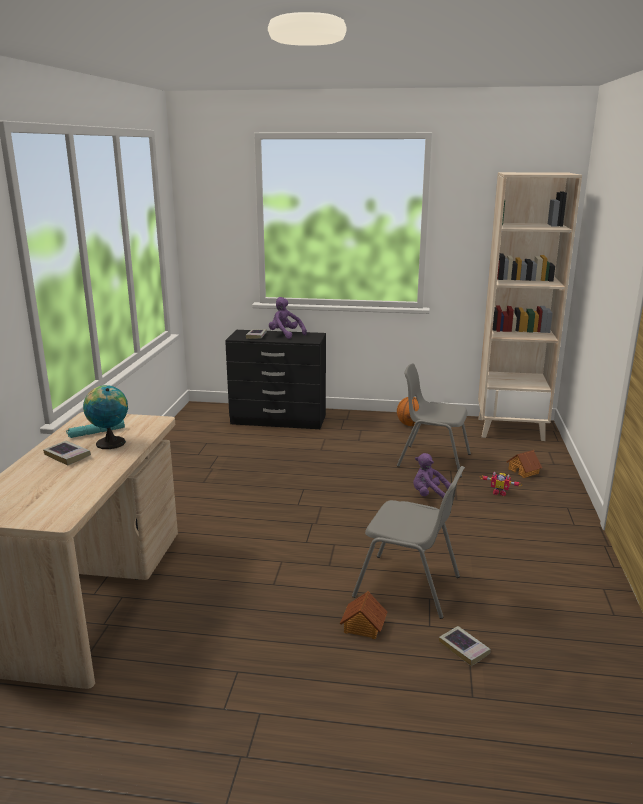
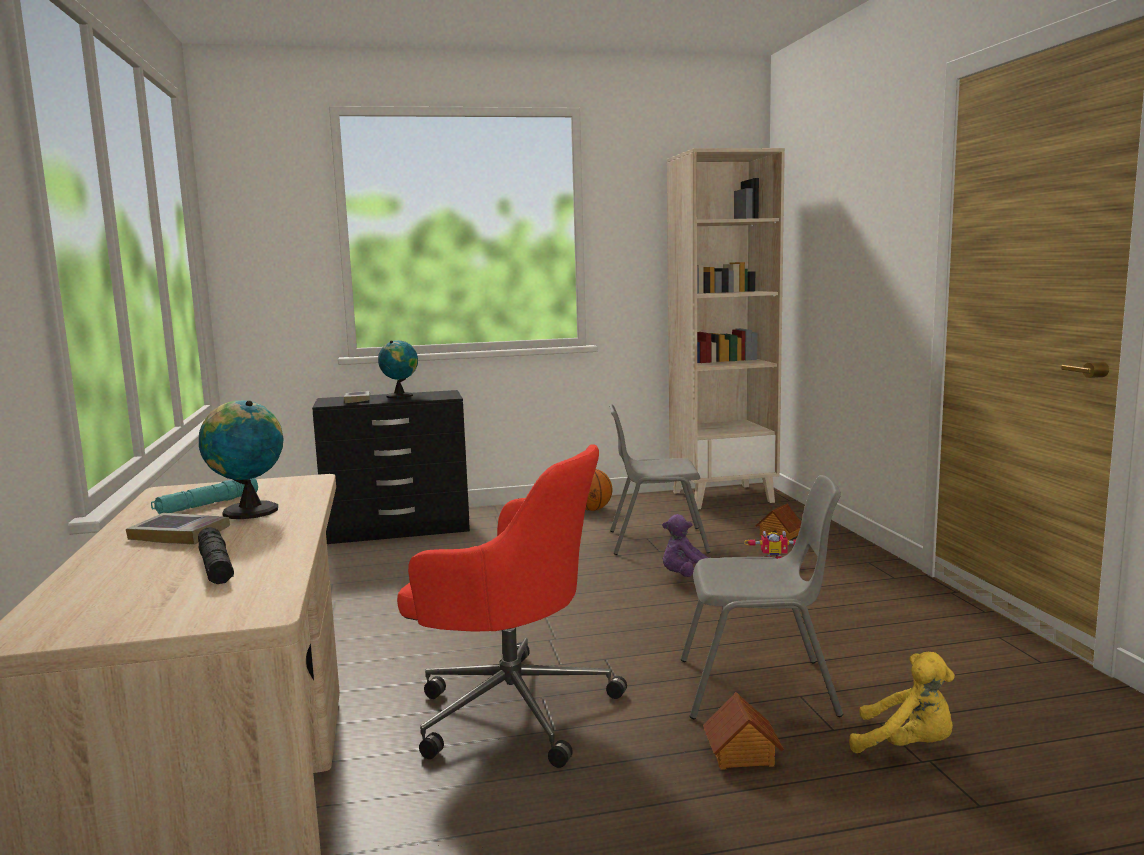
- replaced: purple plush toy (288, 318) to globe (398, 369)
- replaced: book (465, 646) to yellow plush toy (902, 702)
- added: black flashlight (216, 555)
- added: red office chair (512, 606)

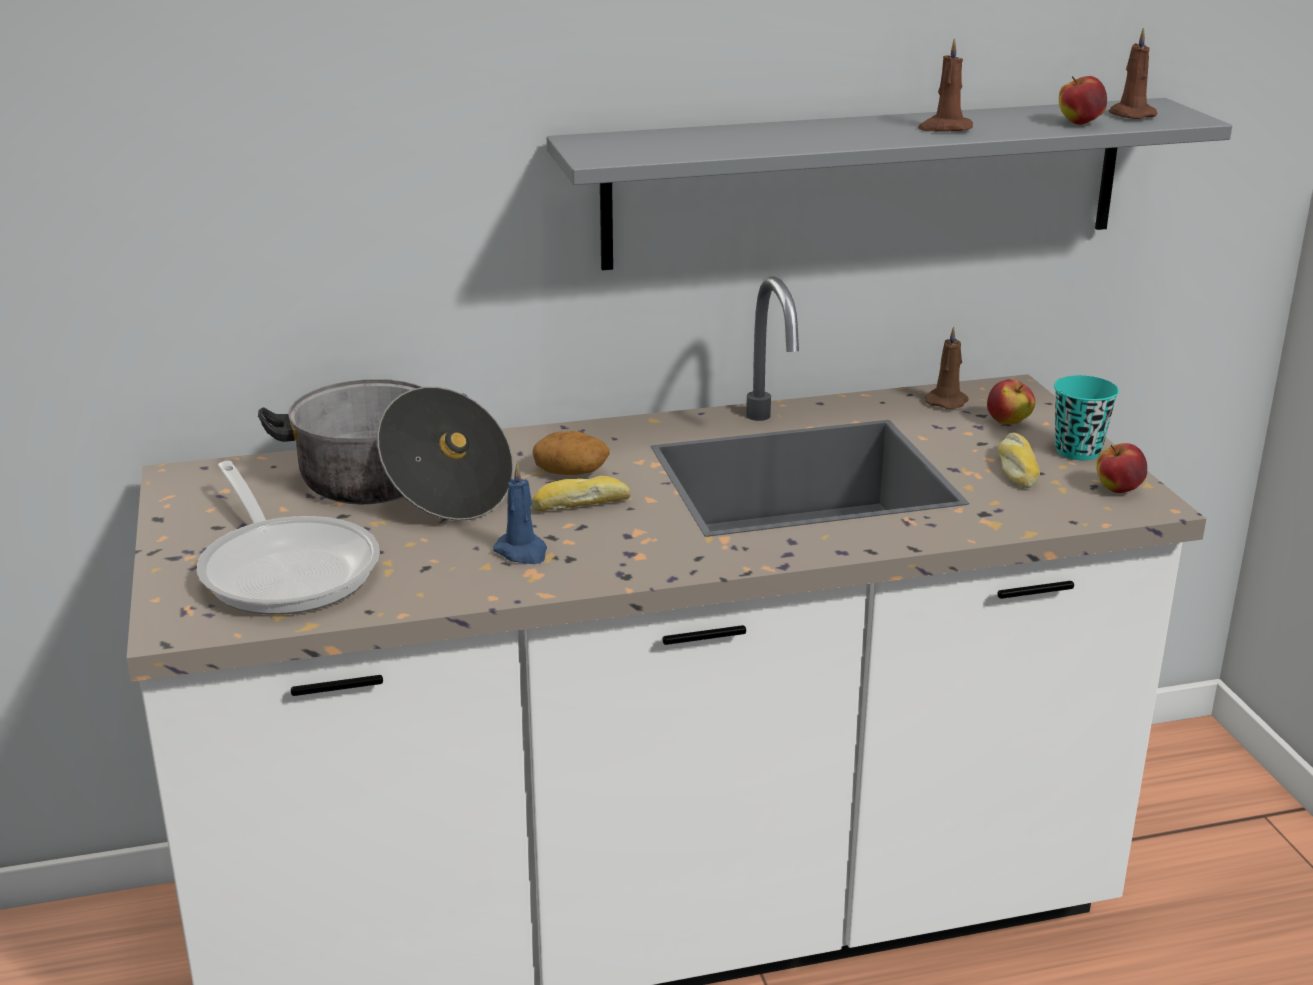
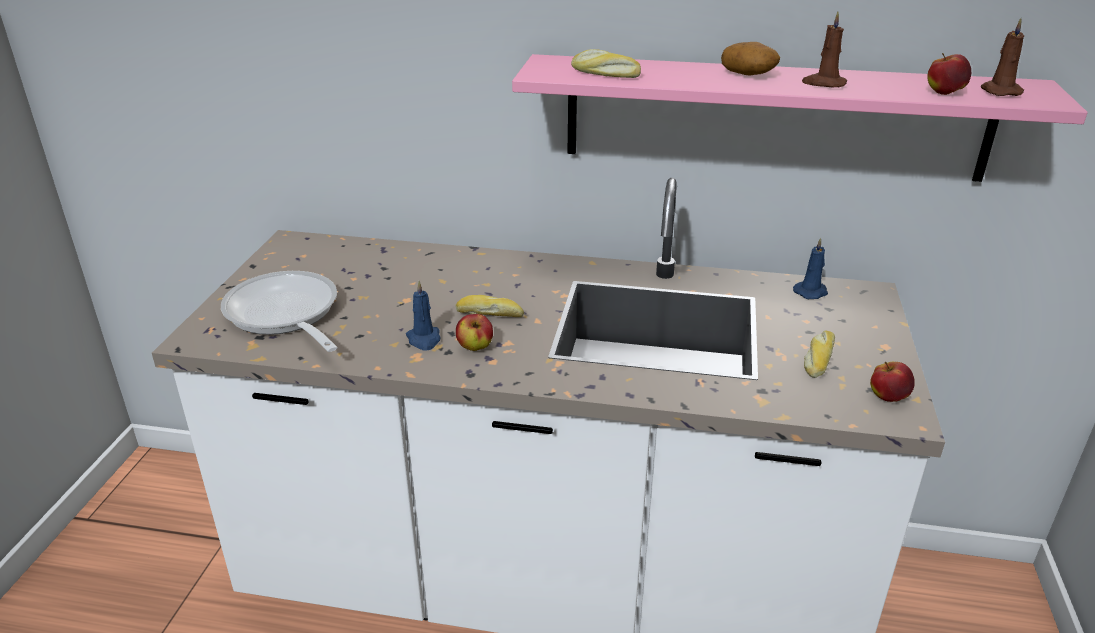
- turned: frying pan (288, 538) = (279, 311) 150 degrees clockwise
- removed: cooking pot (386, 450)
- moved: potato (571, 453) to (750, 58)
- recoloured: grey shelf (889, 184) to pink shelf (800, 118)
- recoloured: brown candle (946, 367) to blue candle (810, 268)
- moved: apple (1011, 402) to (474, 332)
- removed: turquoise cup (1086, 417)
- added: bread (606, 63)

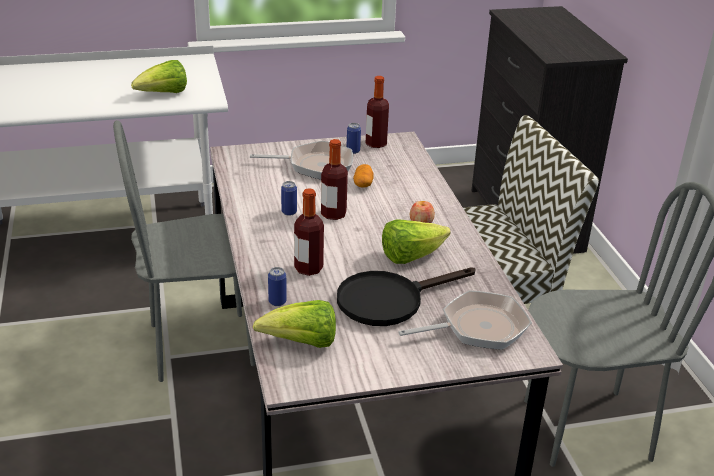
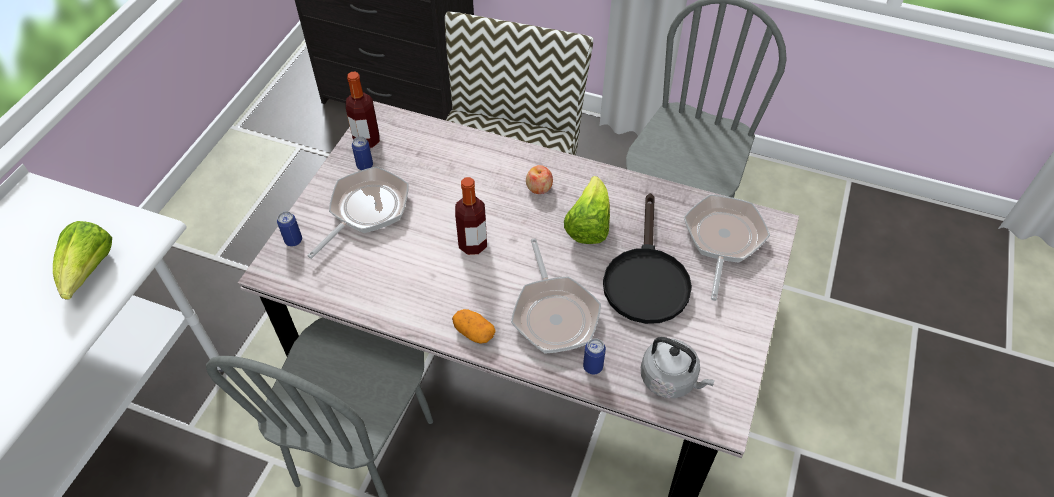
- replaced: lettuce (294, 324) to grey kettle (678, 367)
- moved: can (289, 198) to (289, 228)
- replaced: bottle (309, 232) to frying pan (556, 296)
- moved: potato (363, 176) to (474, 326)

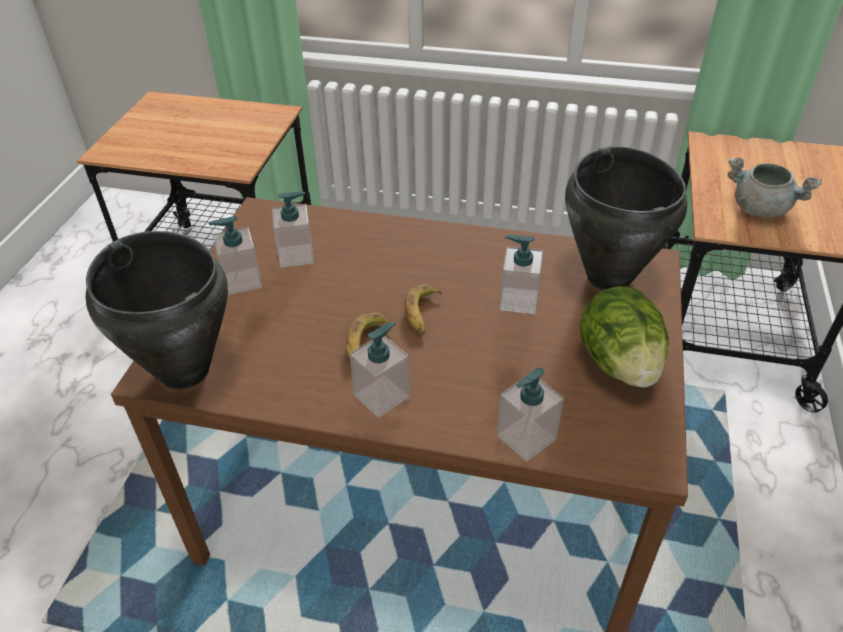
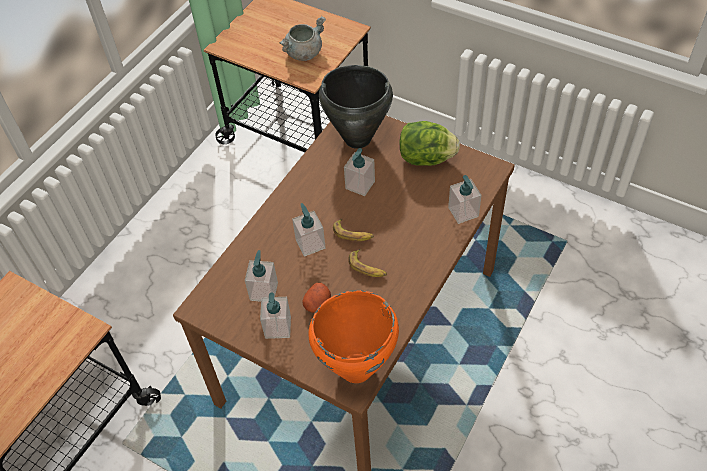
- recoloured: black cooking pot (157, 310) to orange cooking pot (353, 336)
- moved: soap dispenser (379, 369) to (309, 229)
- added: potato (316, 298)

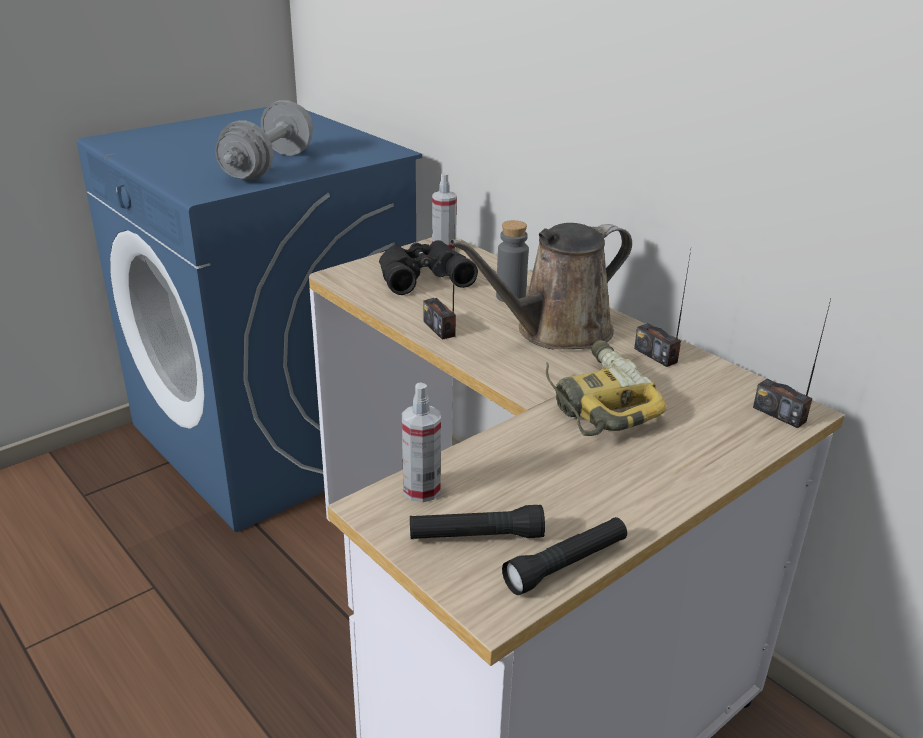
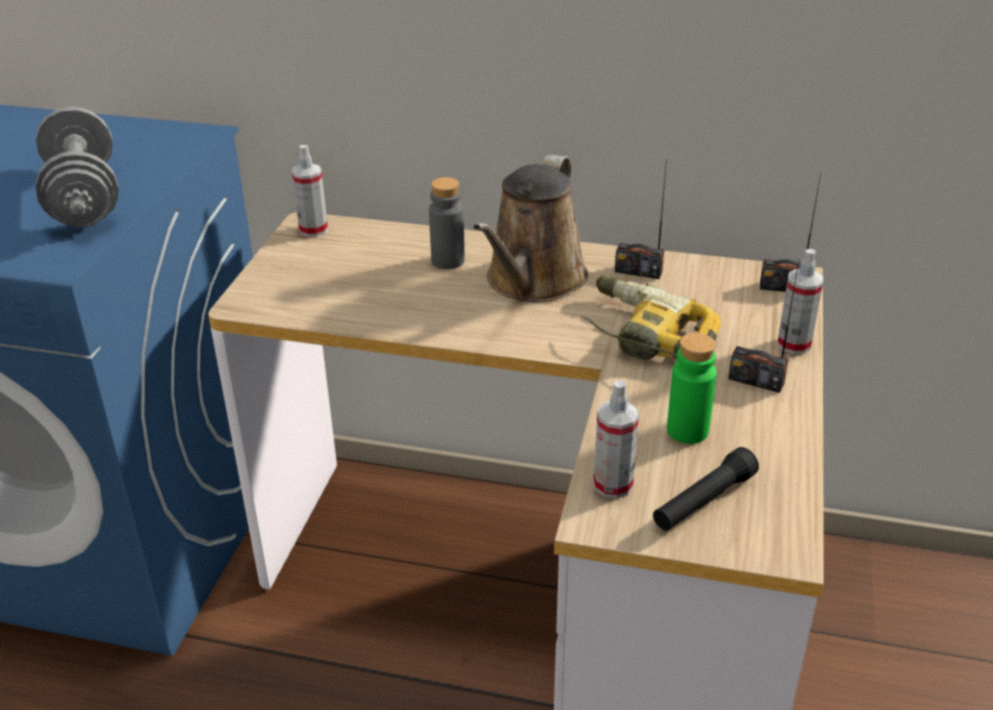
- removed: black binoculars (428, 267)
- moved: radio (439, 282) to (763, 326)
- removed: black flashlight (564, 556)
- added: green bottle (691, 388)
- added: spray bottle (800, 301)

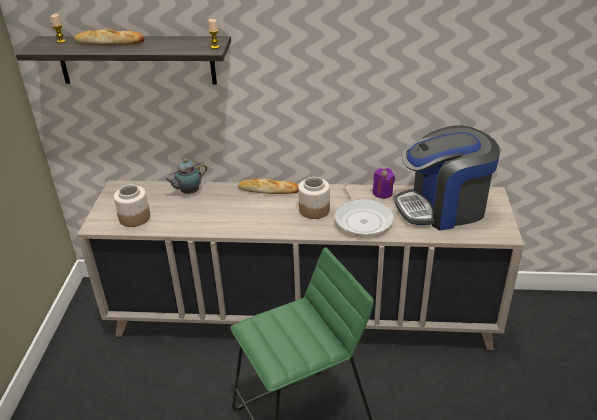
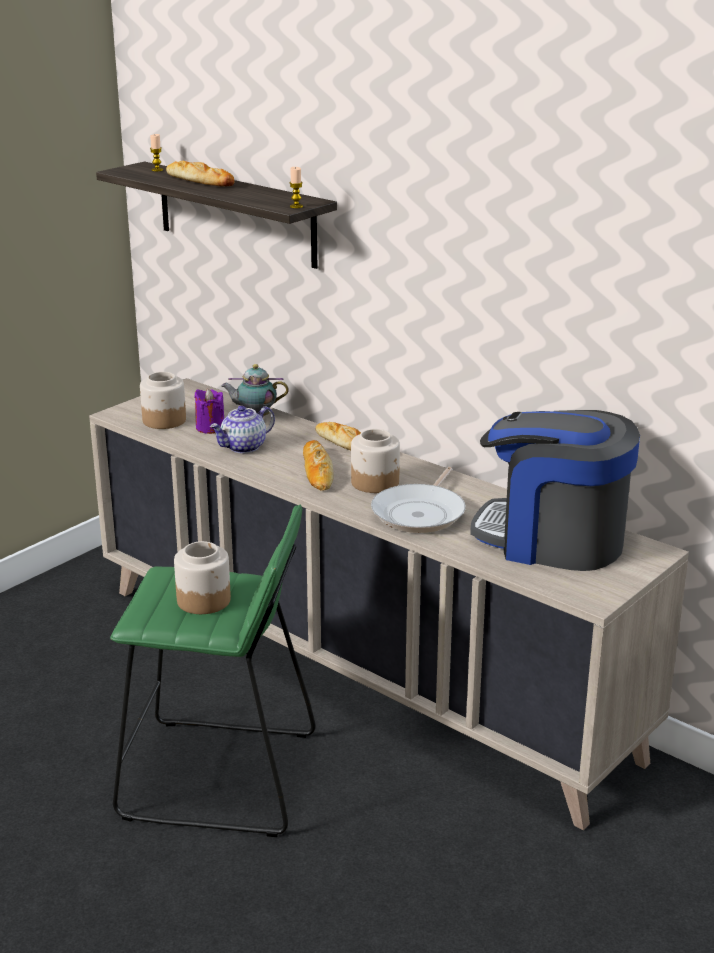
- moved: purple candle (383, 183) to (209, 411)
- added: jar (202, 577)
- added: teapot (242, 429)
- added: bread (318, 465)

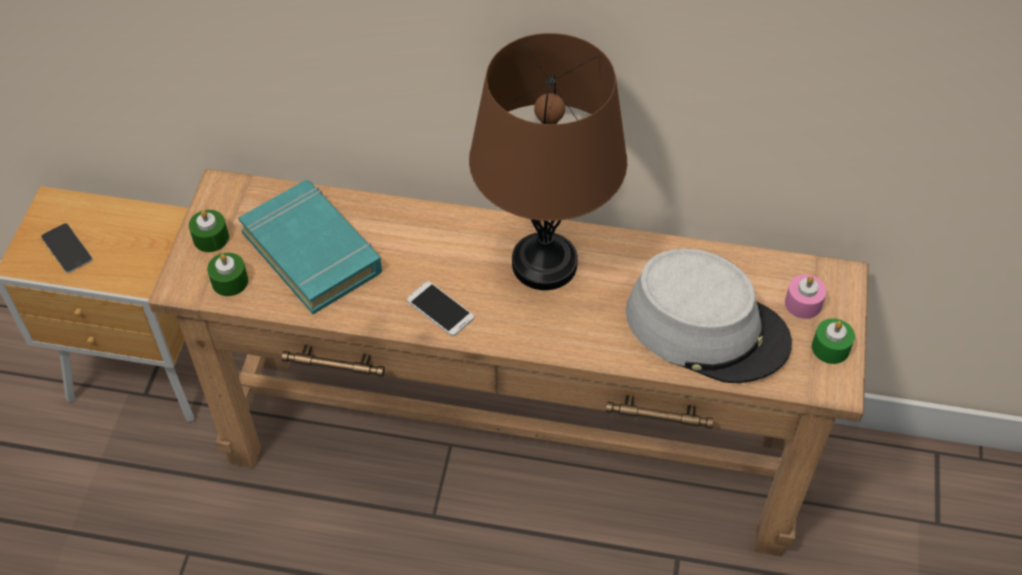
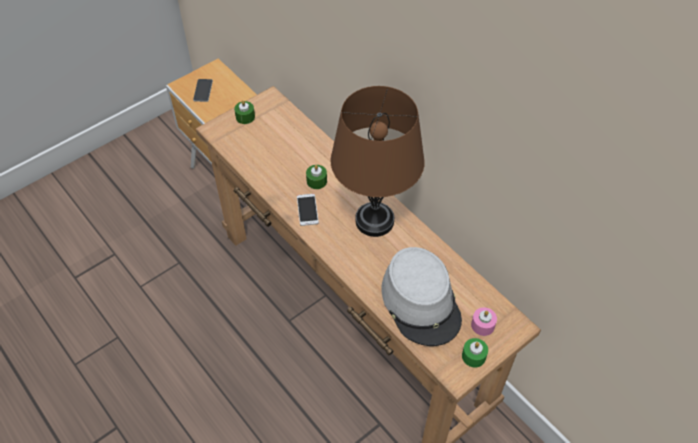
- moved: green candle (227, 274) to (316, 177)
- removed: turquoise book (310, 247)

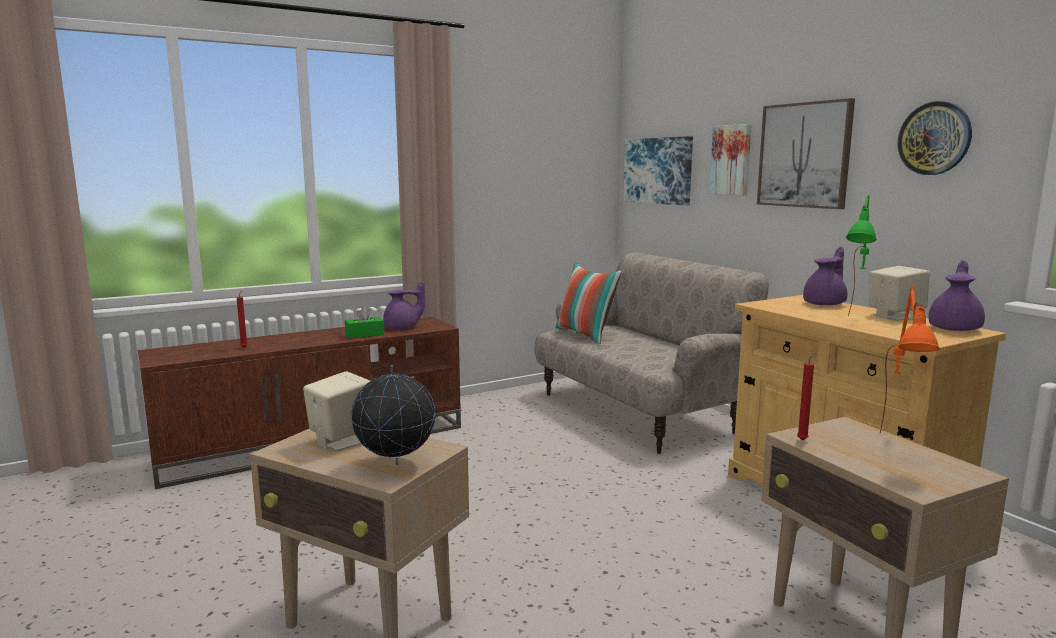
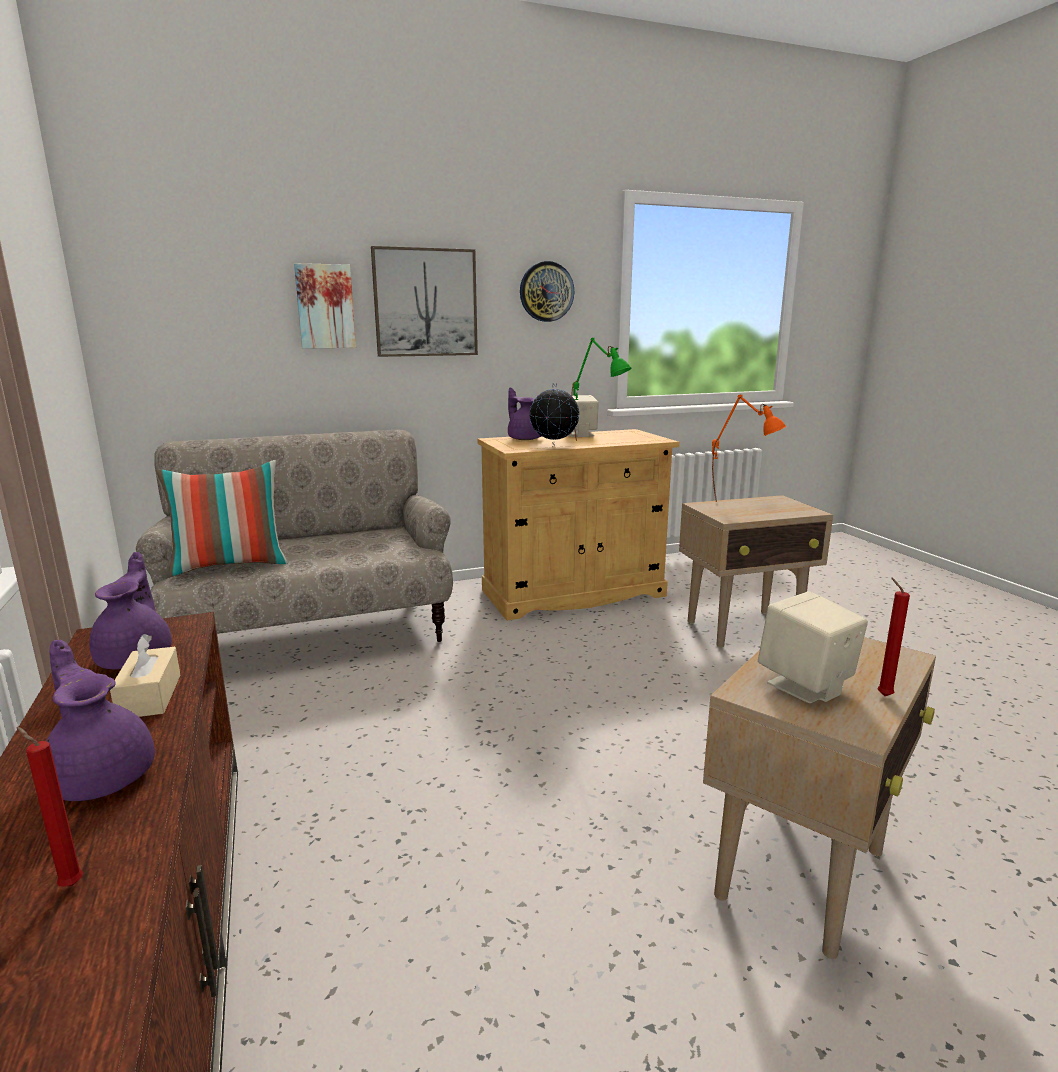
- recoloured: green tissue box (364, 322) to beige tissue box (145, 675)
- moved: globe (393, 415) to (554, 414)
- removed: picture (658, 171)
- moved: red candle (805, 397) to (893, 637)
- moved: purple teapot (956, 295) to (100, 720)

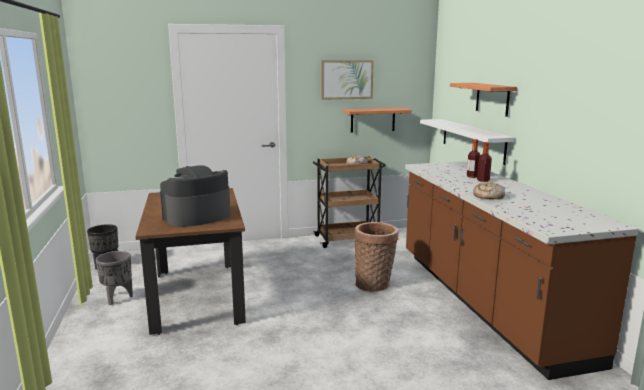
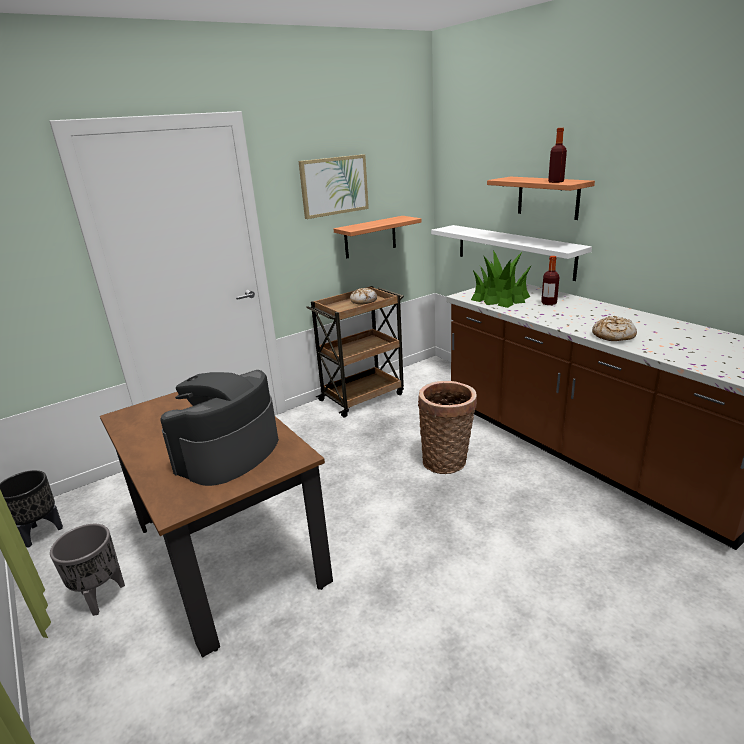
- moved: bottle (484, 162) to (557, 155)
- added: potted plant (501, 279)

